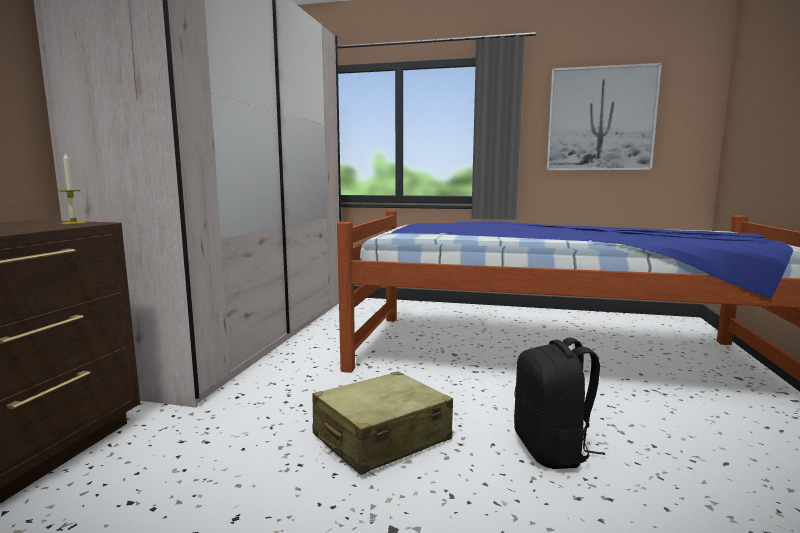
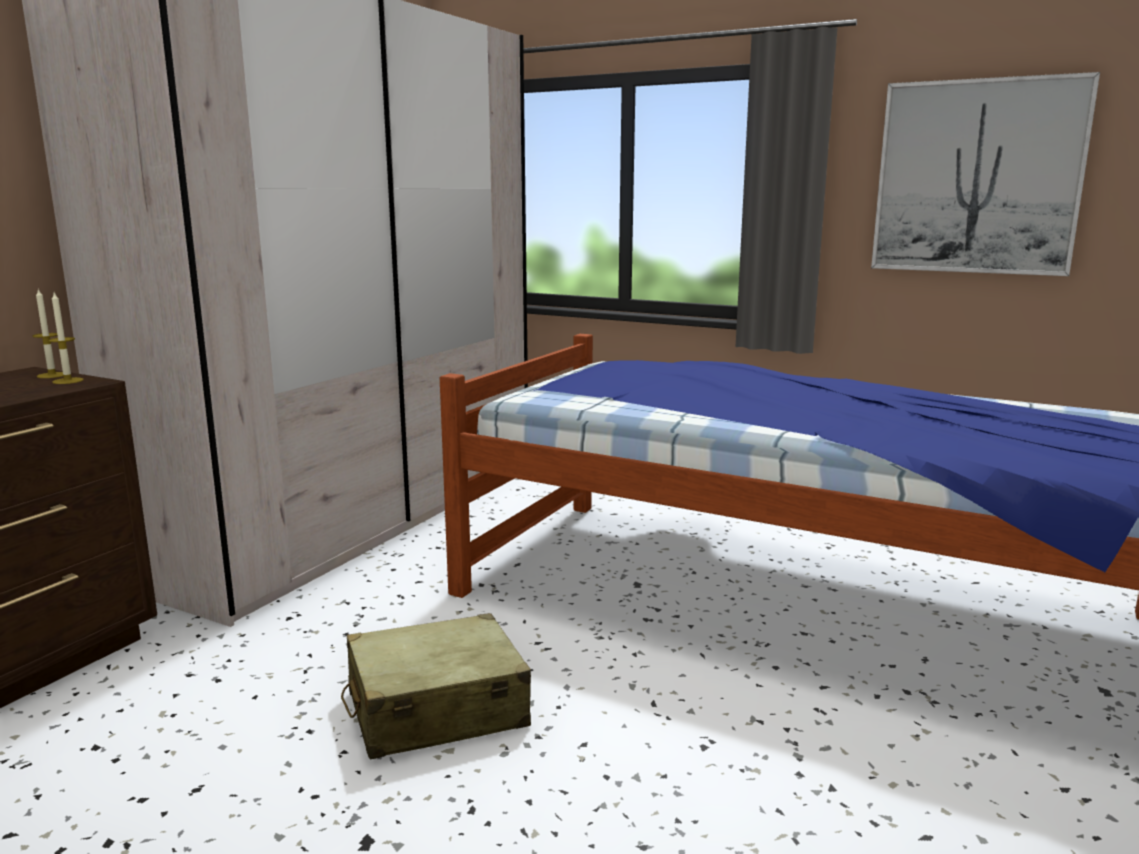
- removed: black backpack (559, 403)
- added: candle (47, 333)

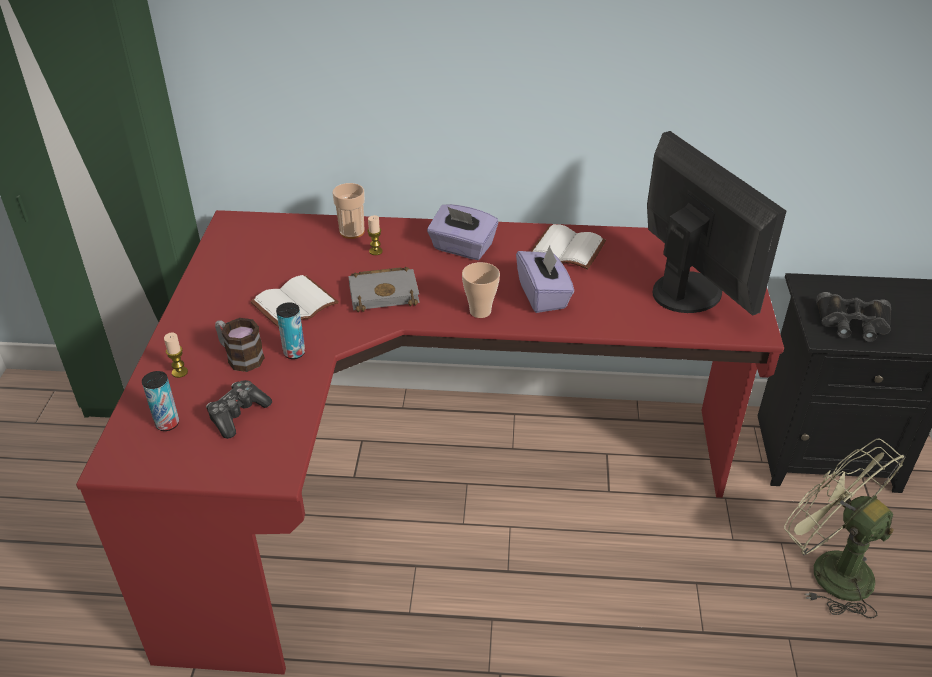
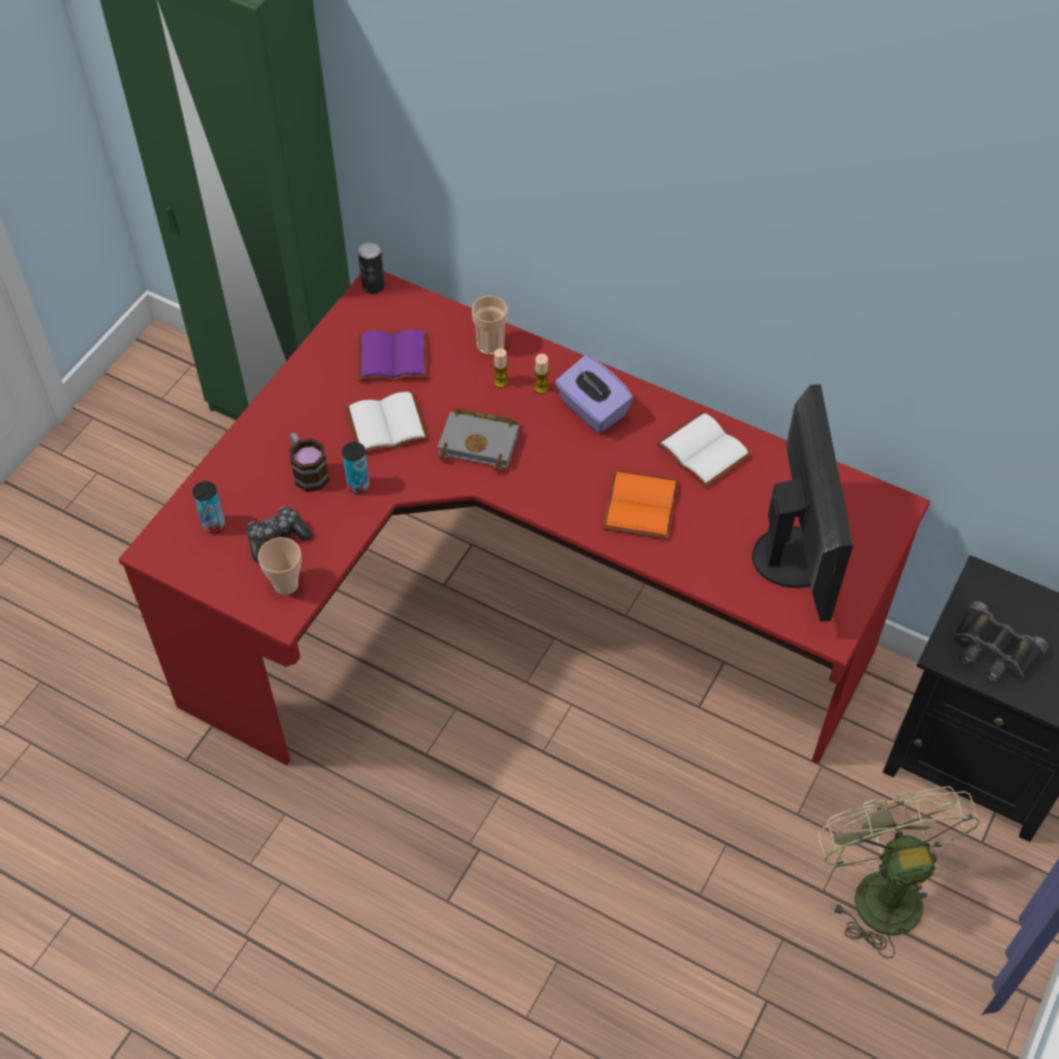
- moved: candle (176, 355) to (542, 374)
- moved: cup (481, 290) to (279, 566)
- replaced: purple tissue box (545, 279) to orange book (640, 505)
- added: can (371, 267)
- added: purple book (393, 355)

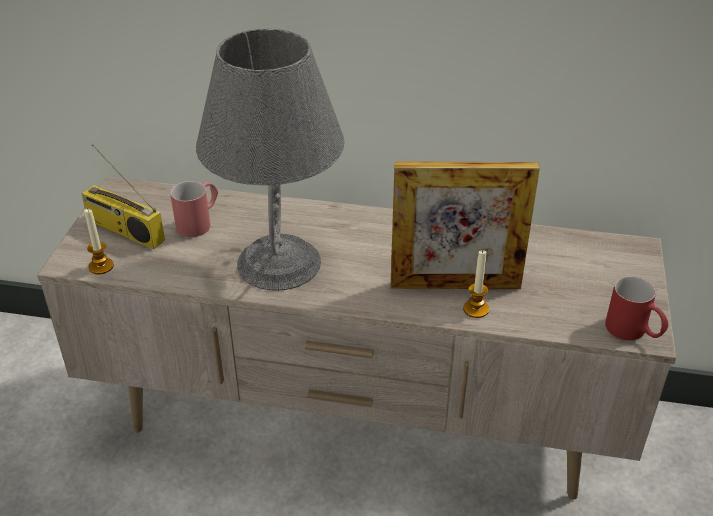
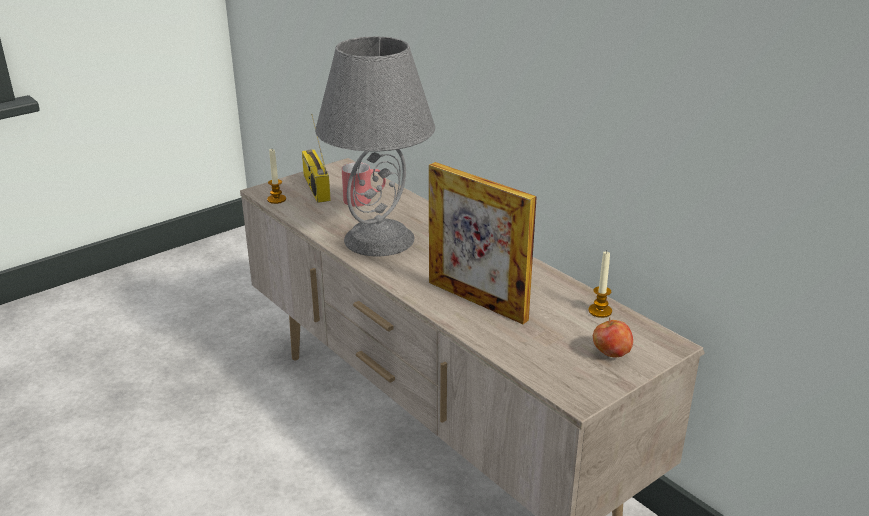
- moved: candle (476, 284) to (600, 284)
- removed: red mug (636, 308)
- added: apple (613, 337)

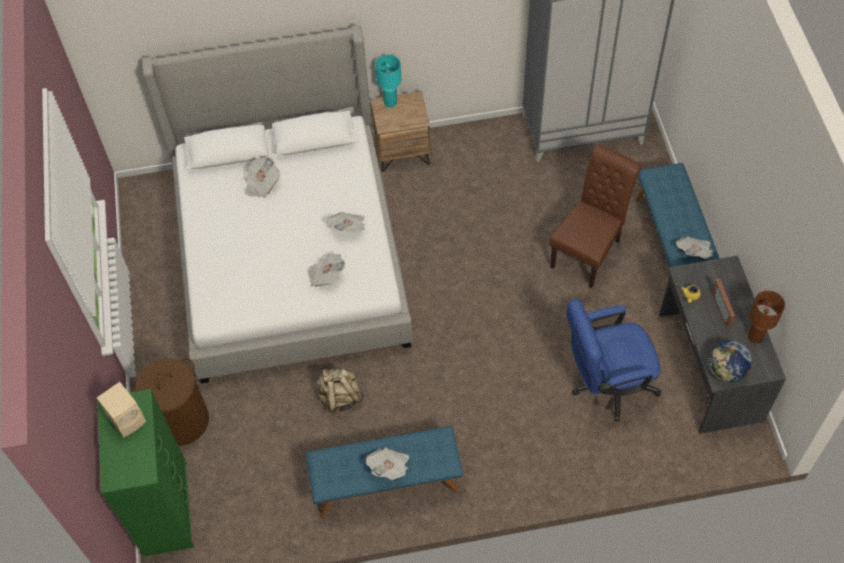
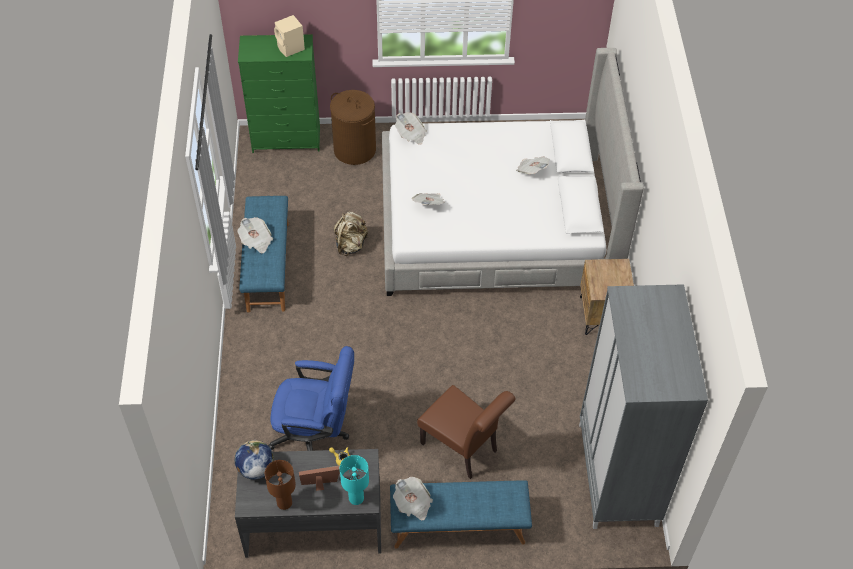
- moved: newspaper (346, 222) to (411, 128)
- moved: turquoise table lamp (388, 81) to (354, 480)
- turned: blue office chair (613, 360) = (311, 398) 105 degrees clockwise

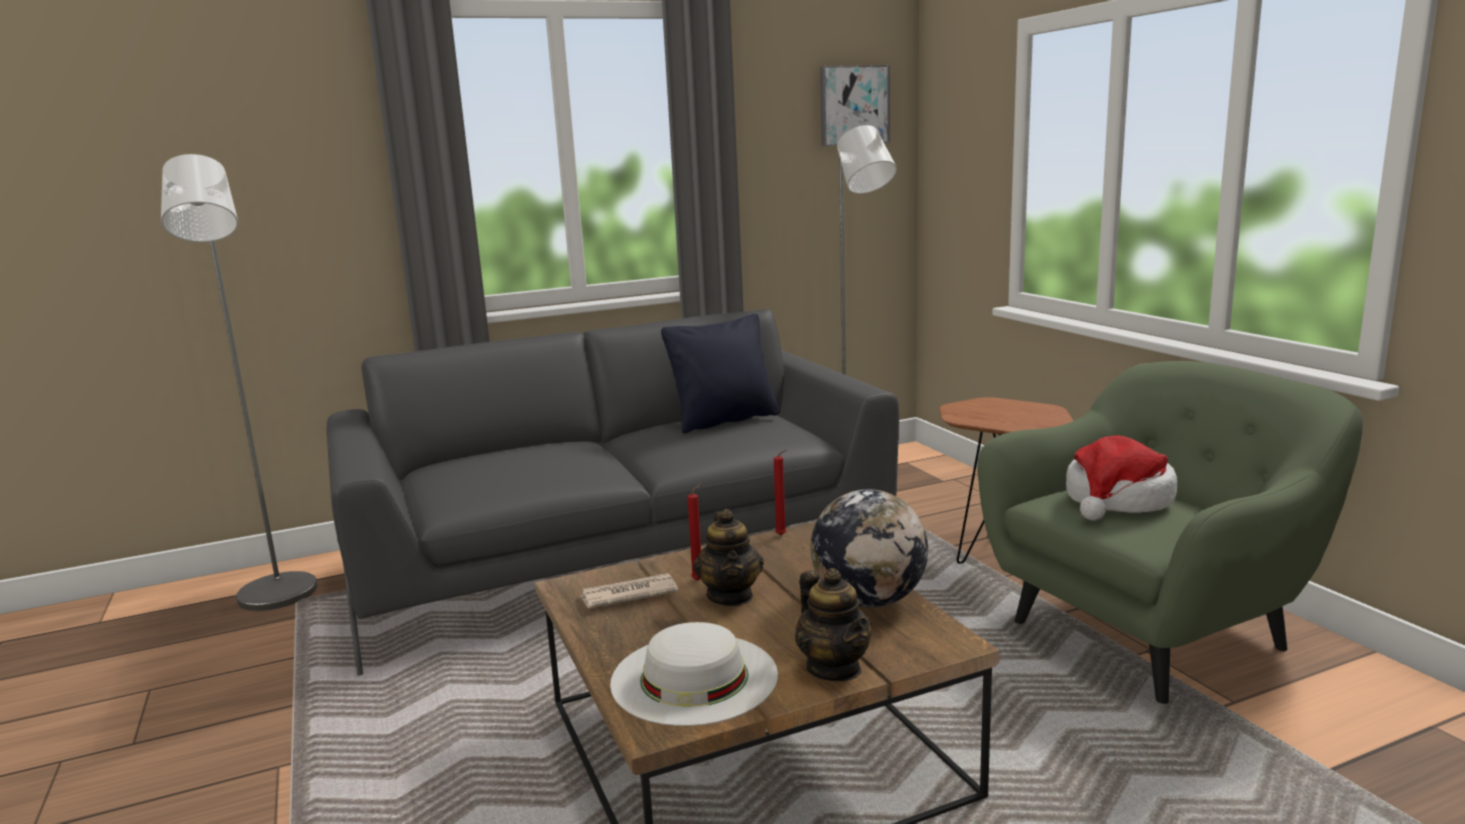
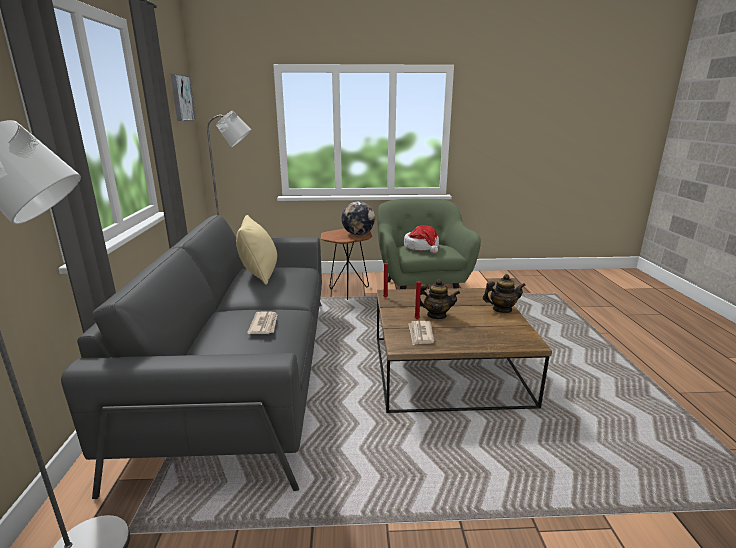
- removed: white hat (694, 674)
- recoloured: black pillow (720, 373) to beige pillow (256, 250)
- moved: globe (869, 548) to (358, 218)
- added: newspaper (262, 322)

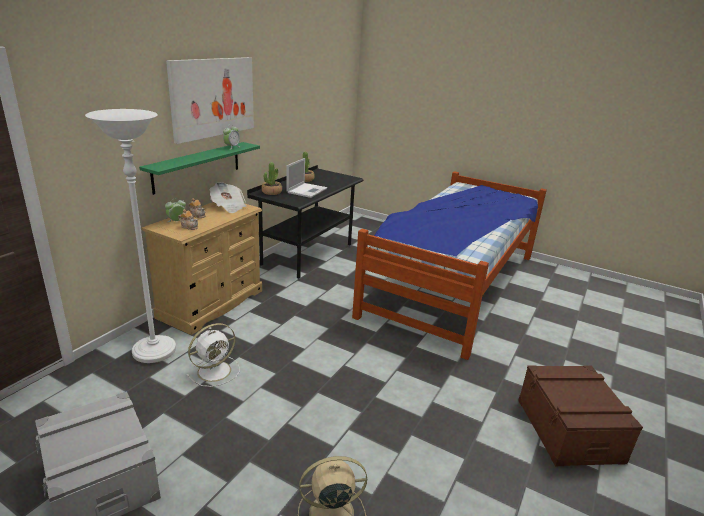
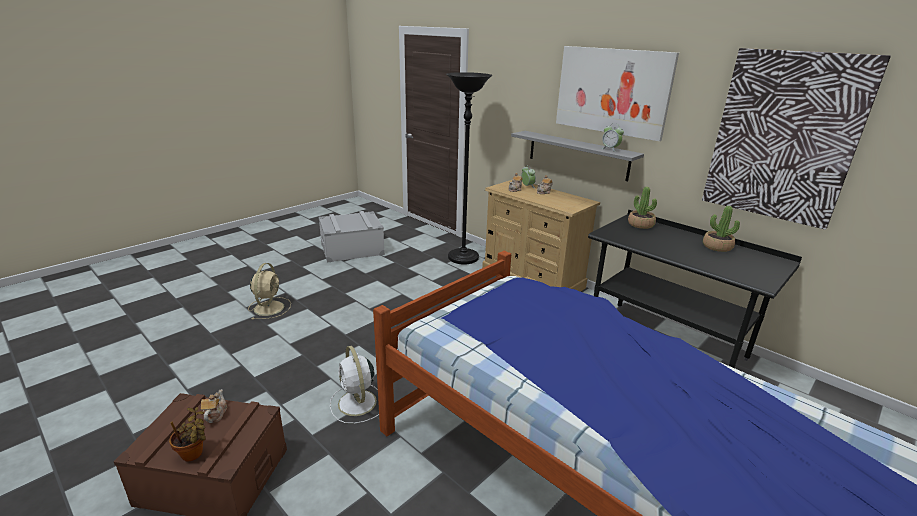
- recoloured: white floor lamp (130, 236) to black floor lamp (469, 168)
- recoloured: green shelf (199, 168) to grey shelf (577, 156)
- moved: white fan (213, 355) to (354, 385)
- removed: newspaper (227, 197)
- removed: laptop (306, 178)
- added: potted plant (187, 434)
- added: teapot (214, 406)
- added: picture (796, 139)

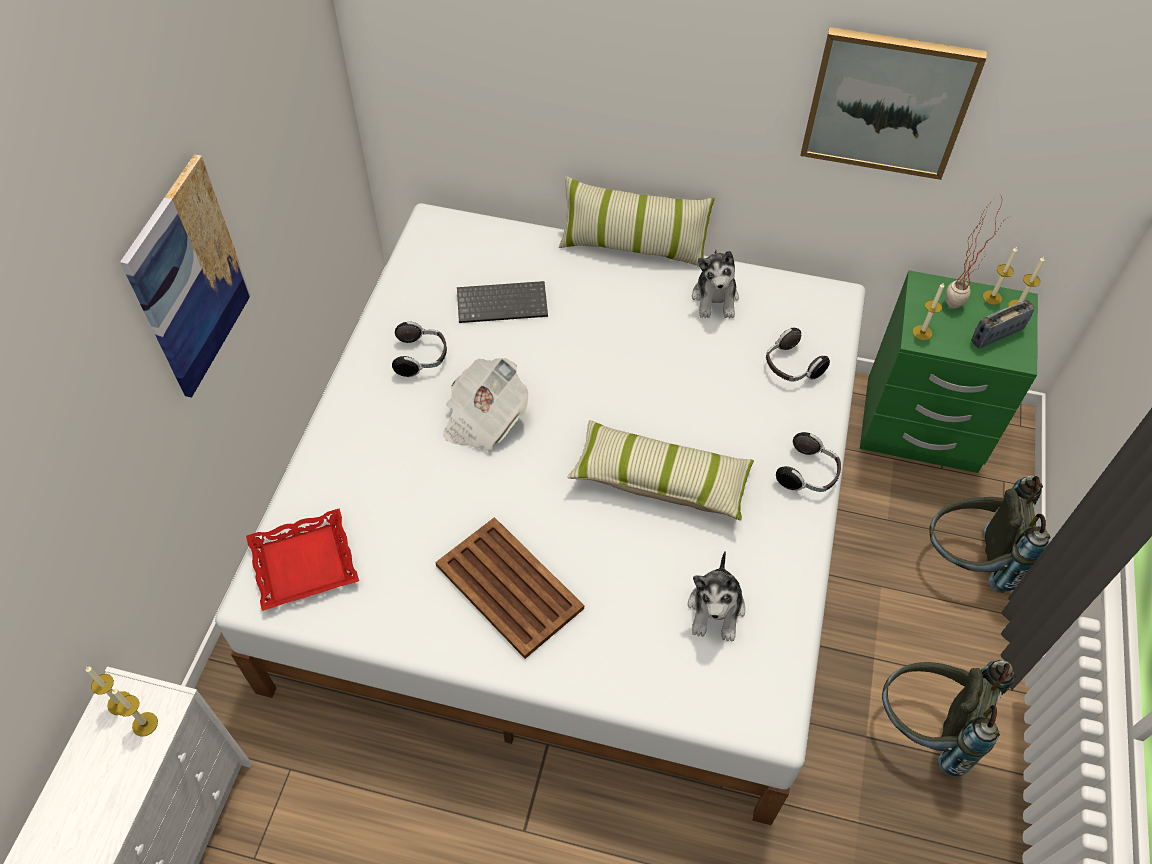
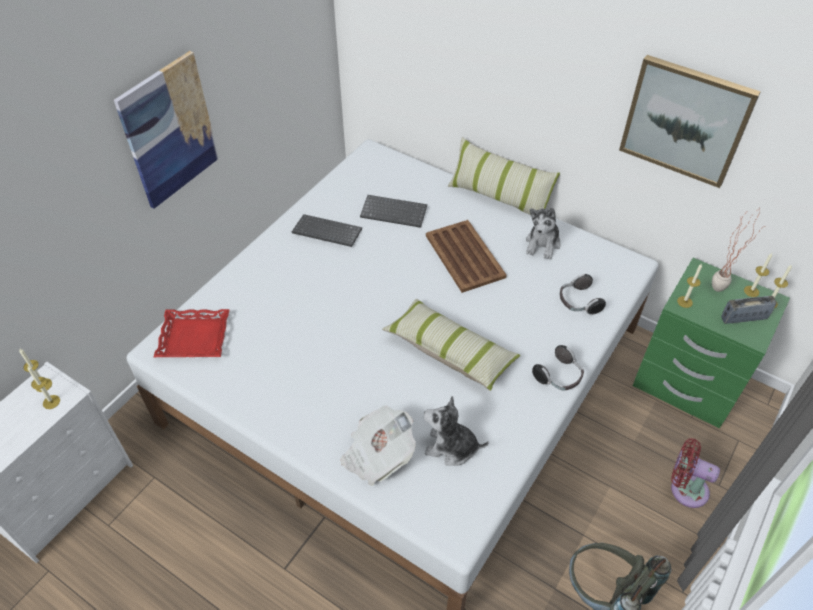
- replaced: headphones (419, 349) to keyboard (327, 230)
- moved: brown tray (509, 588) to (466, 256)
- moved: newspaper (485, 404) to (378, 445)
- turned: plush toy (716, 596) = (456, 431) 75 degrees clockwise
- replaced: grey backpack (990, 534) to red fan (695, 473)

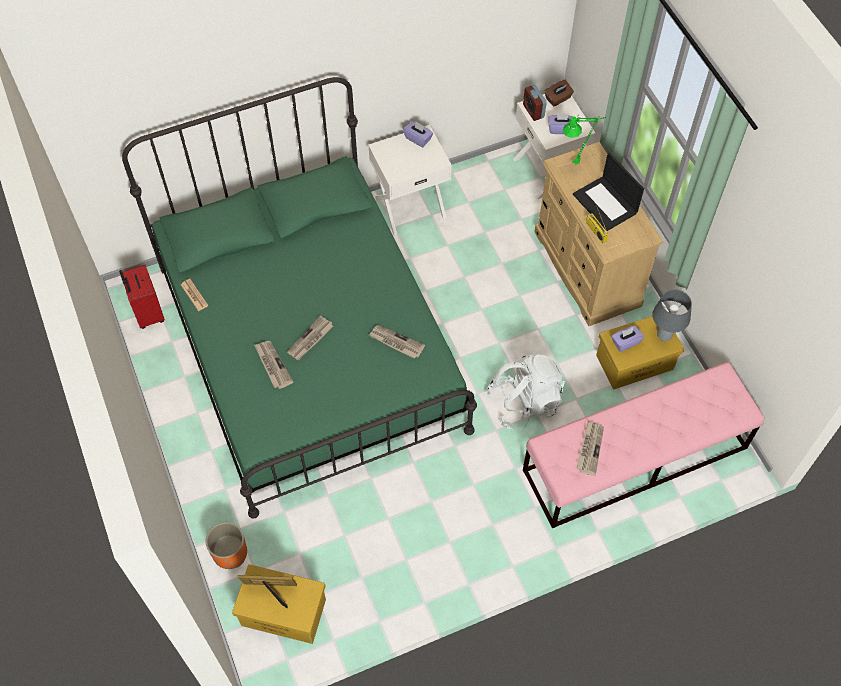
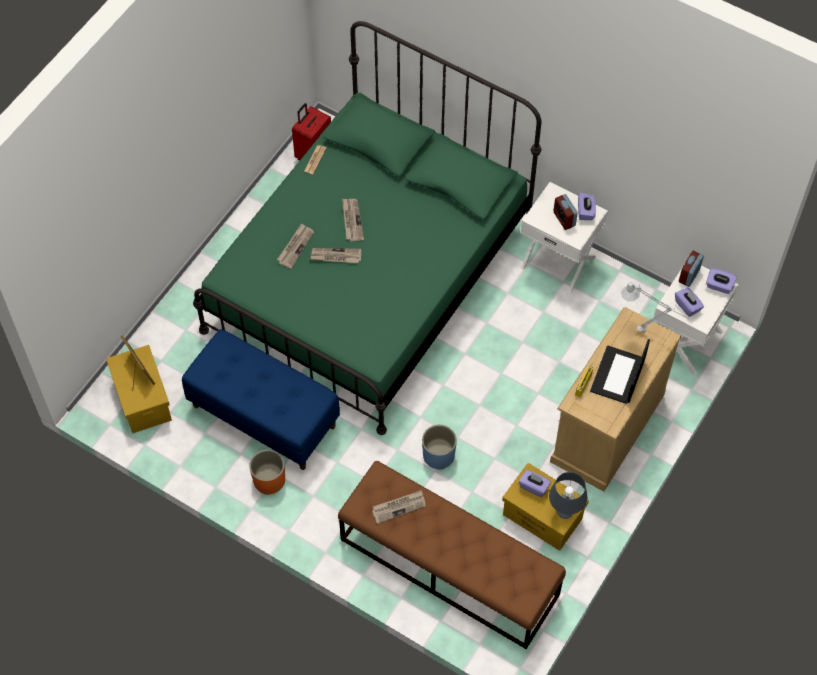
- moved: orange planter (226, 545) to (267, 472)
- moved: newspaper (397, 342) to (353, 220)
- replaced: white backpack (525, 392) to blue planter (439, 447)
- recoloured: pink bench (643, 445) to brown bench (452, 555)
- recoloured: brown tissue box (559, 93) to purple tissue box (721, 281)
- recoloured: green table lamp (586, 140) to grey table lamp (654, 307)
- added: blue bench (261, 399)
- added: alarm clock (566, 212)

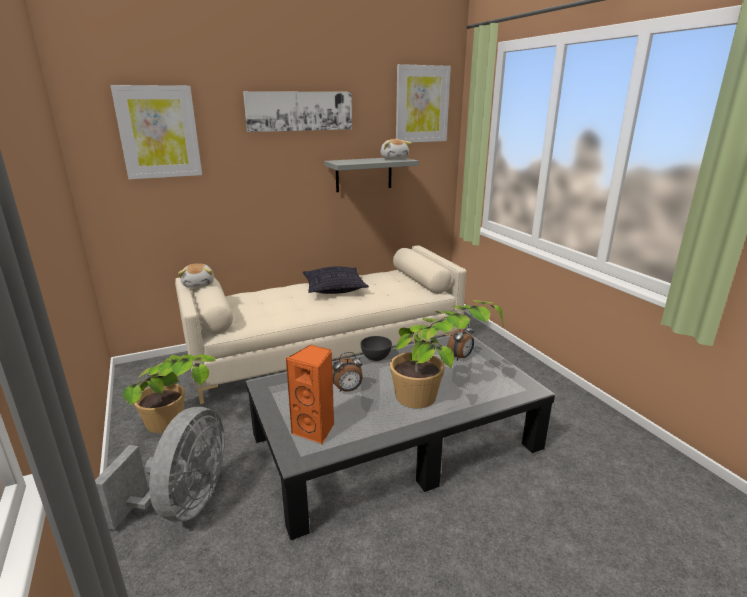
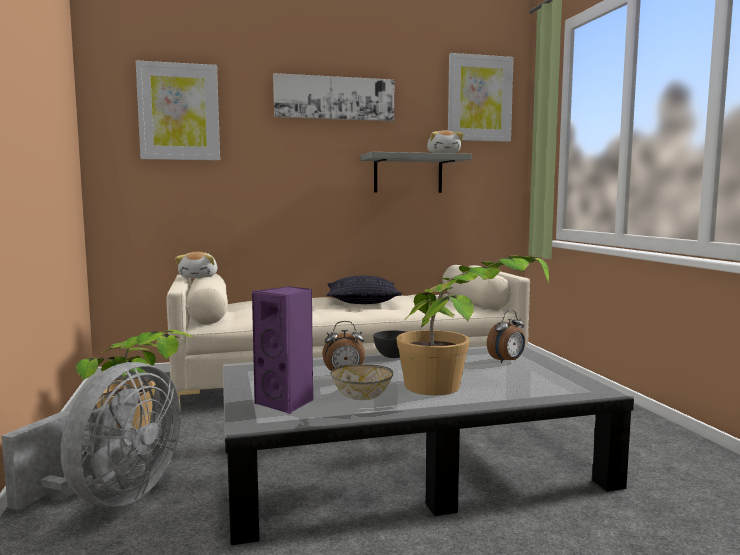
- recoloured: orange speaker (310, 394) to purple speaker (283, 350)
- added: bowl (361, 382)

